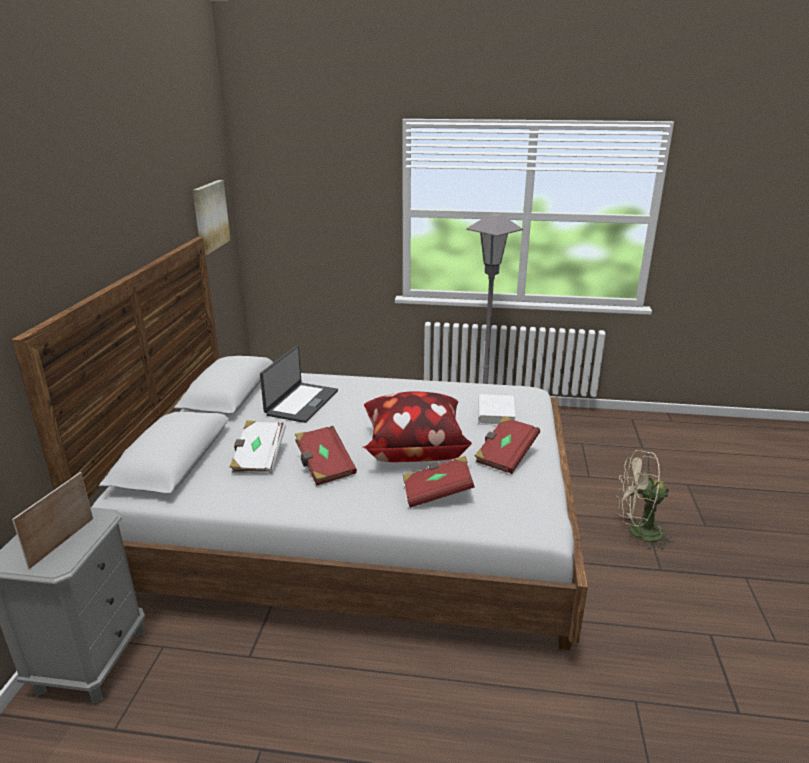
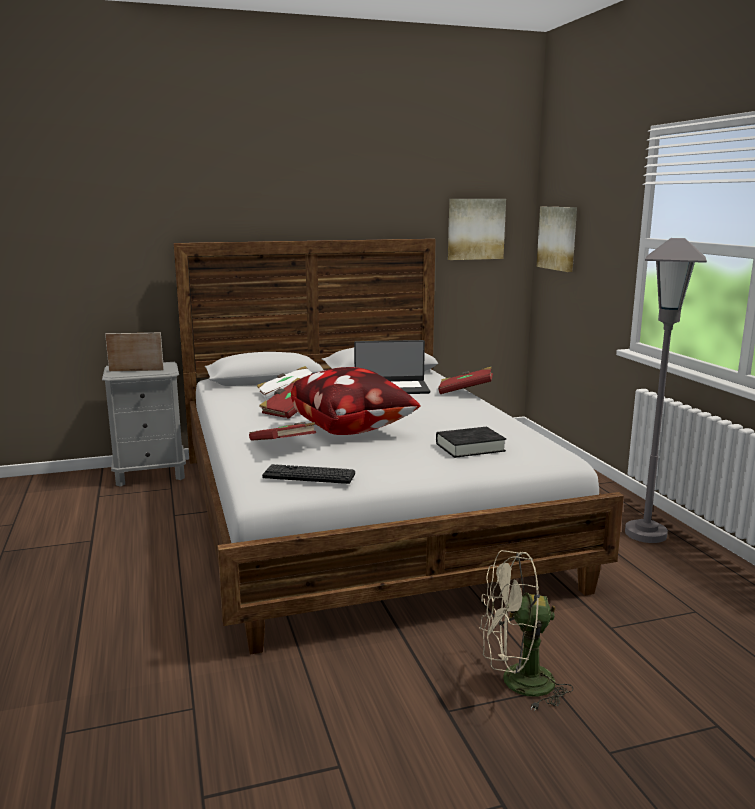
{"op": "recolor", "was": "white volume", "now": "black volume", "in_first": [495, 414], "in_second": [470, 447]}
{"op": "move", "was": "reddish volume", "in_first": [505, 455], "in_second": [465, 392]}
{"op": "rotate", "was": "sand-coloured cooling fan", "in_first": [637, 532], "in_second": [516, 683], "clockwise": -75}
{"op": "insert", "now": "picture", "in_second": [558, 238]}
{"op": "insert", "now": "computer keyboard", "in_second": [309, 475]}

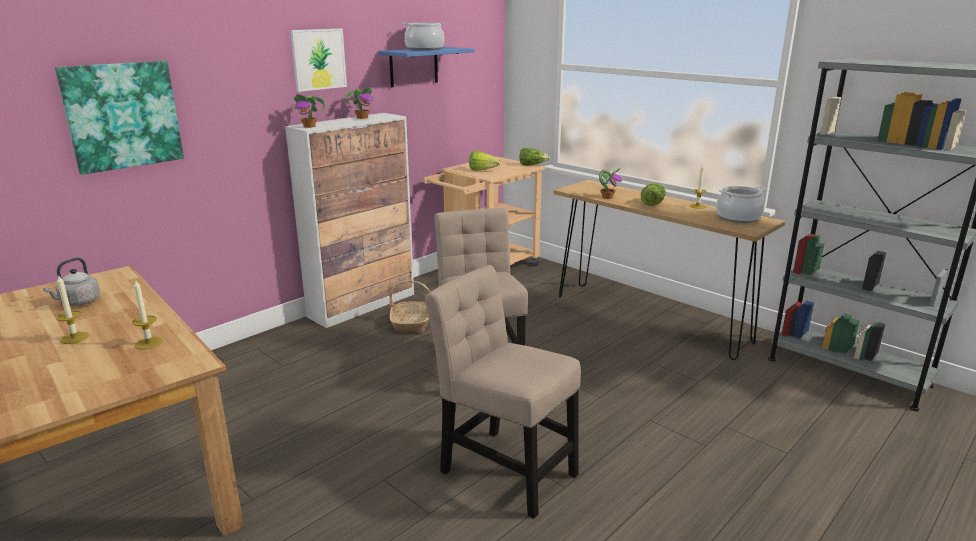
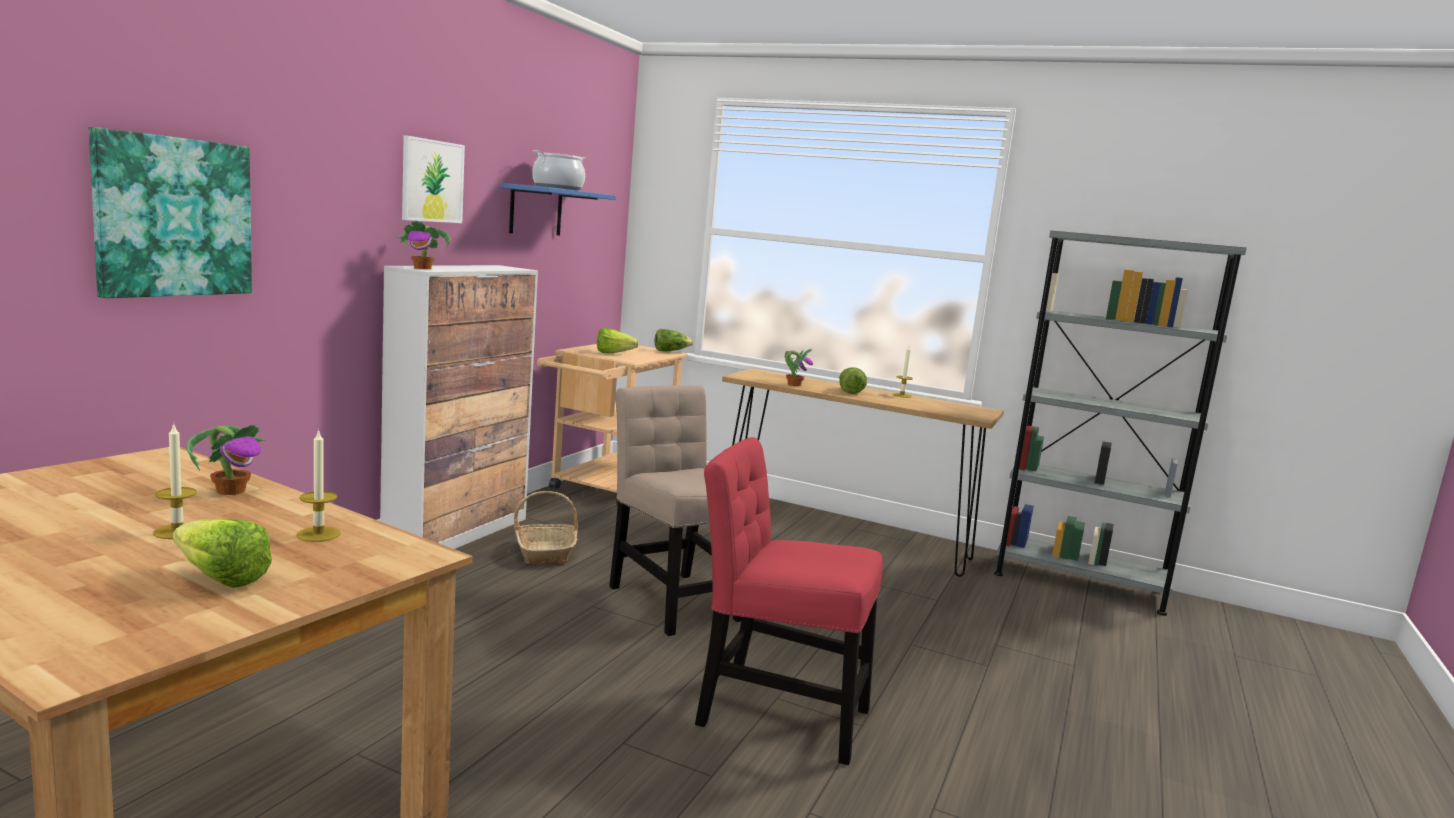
{"op": "move", "was": "houseplant", "in_first": [362, 117], "in_second": [231, 491]}
{"op": "delete", "was": "cooking pot", "in_first": [738, 217]}
{"op": "delete", "was": "gray kettle", "in_first": [78, 302]}
{"op": "recolor", "was": "sand-coloured plain chair", "now": "reddish plain chair", "in_first": [503, 469], "in_second": [774, 713]}
{"op": "insert", "now": "lettuce head", "in_second": [217, 576]}

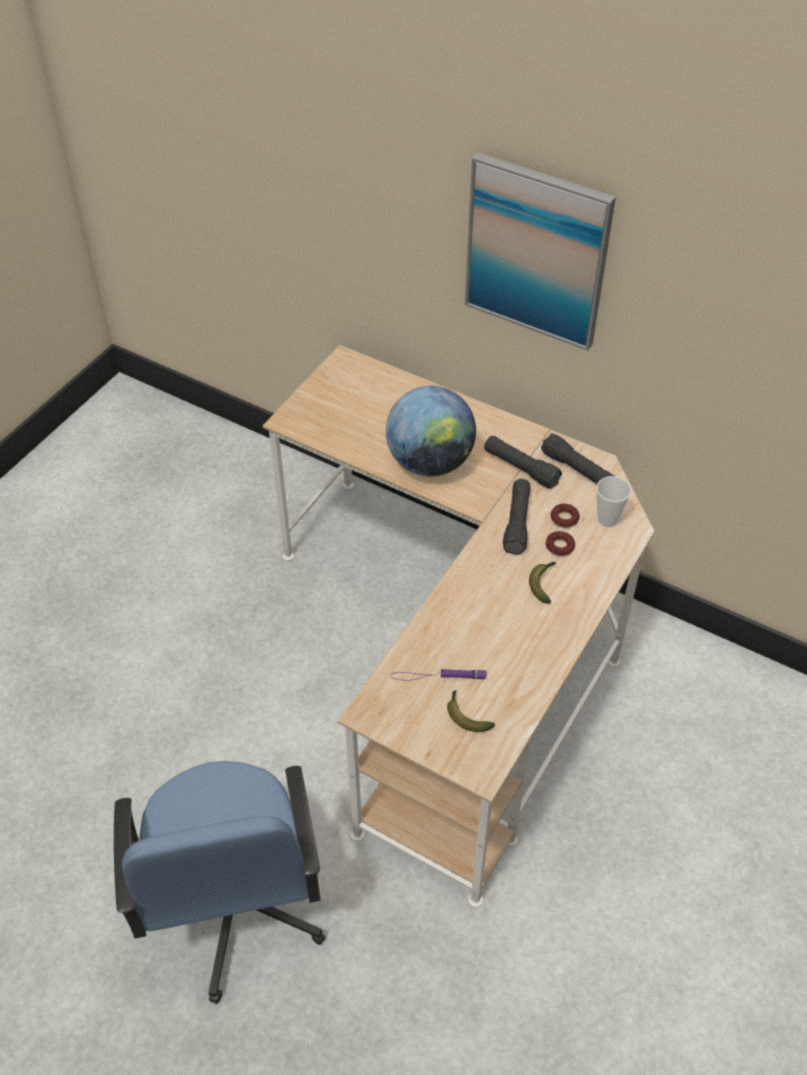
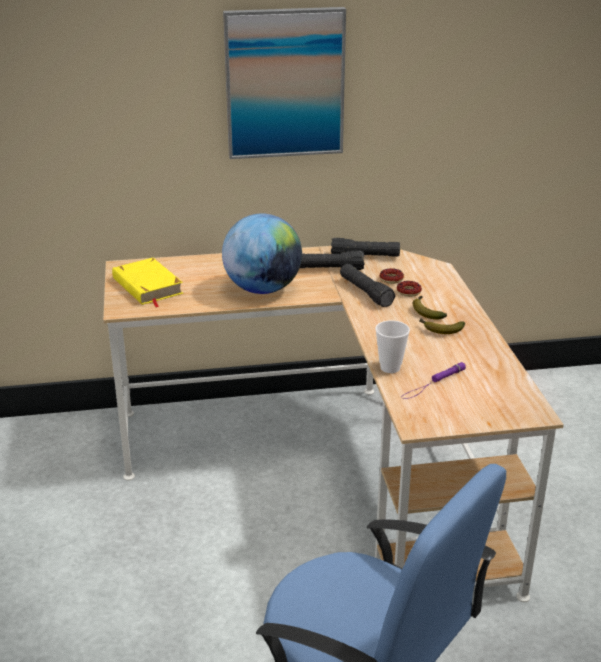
{"op": "move", "was": "small cup", "in_first": [607, 519], "in_second": [390, 368]}
{"op": "move", "was": "whole banana", "in_first": [466, 715], "in_second": [440, 329]}
{"op": "insert", "now": "yellowish volume", "in_second": [147, 286]}

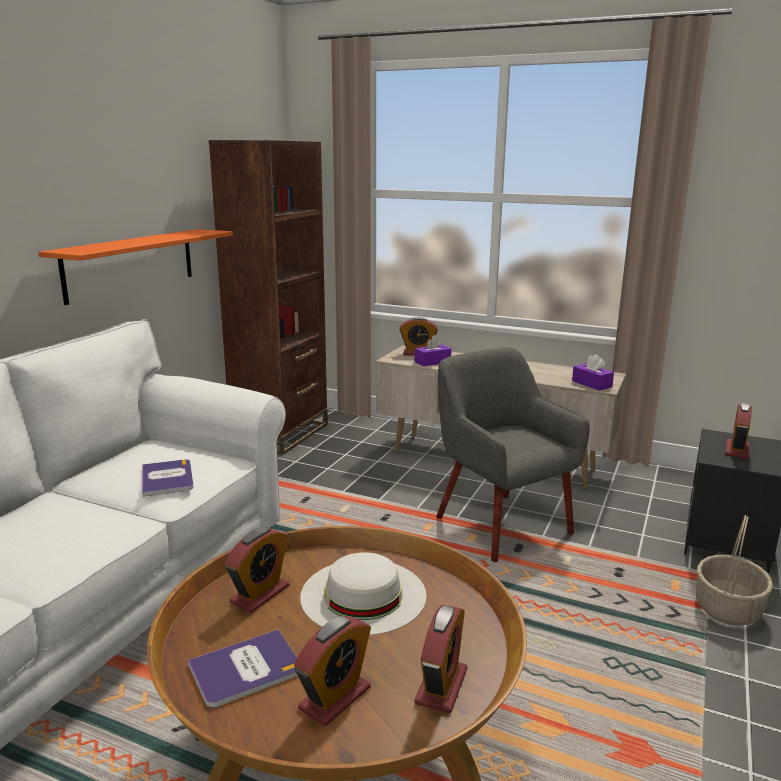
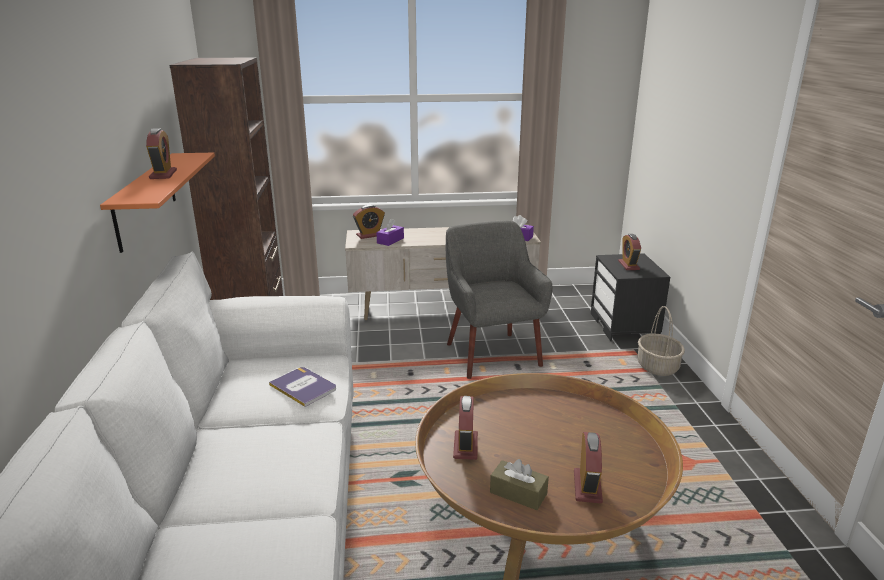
{"op": "rotate", "was": "gray easy chair", "in_first": [501, 525], "in_second": [491, 354], "clockwise": 45}
{"op": "delete", "was": "white wearable hat", "in_first": [363, 595]}
{"op": "move", "was": "table clock", "in_first": [441, 686], "in_second": [163, 174]}
{"op": "replace", "was": "volume", "now": "brown tissue box", "in_first": [246, 669], "in_second": [518, 493]}

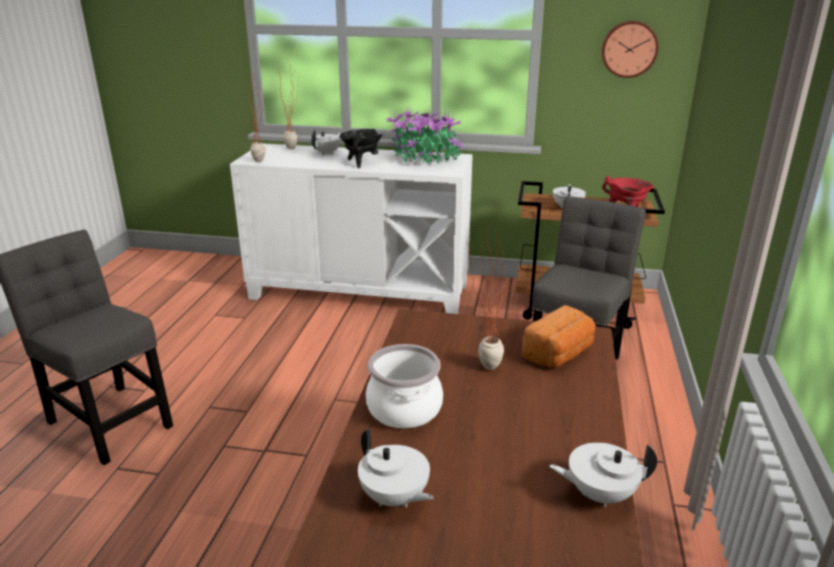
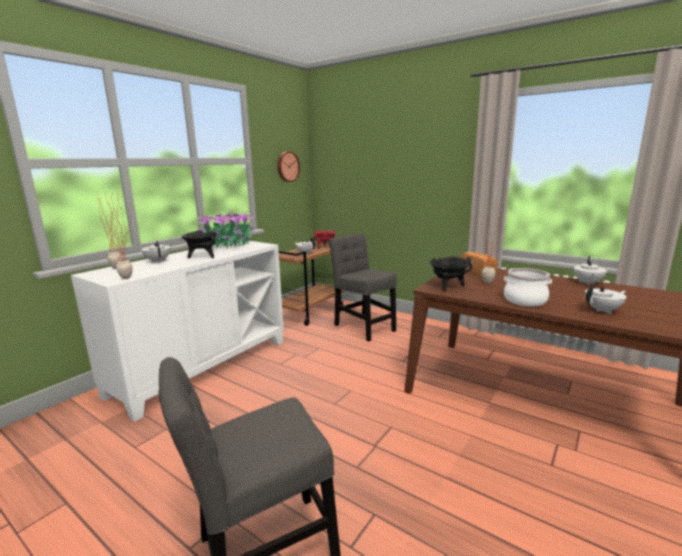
{"op": "insert", "now": "black cooking pot", "in_second": [448, 286]}

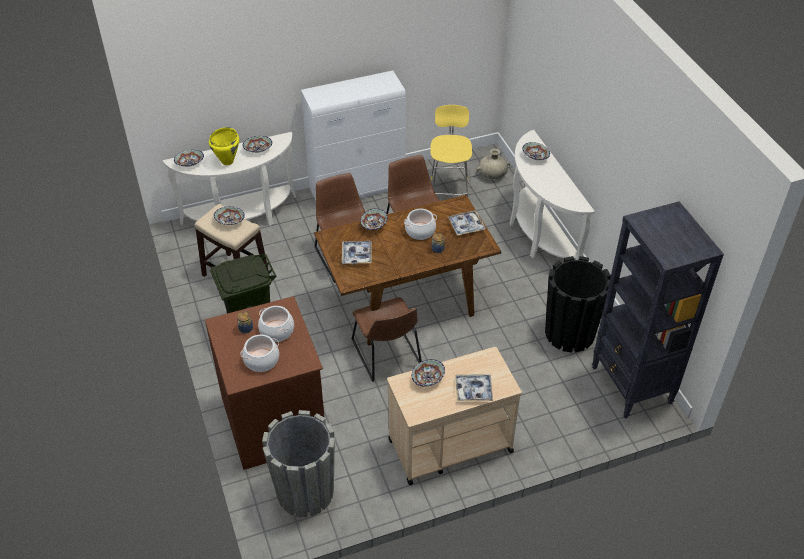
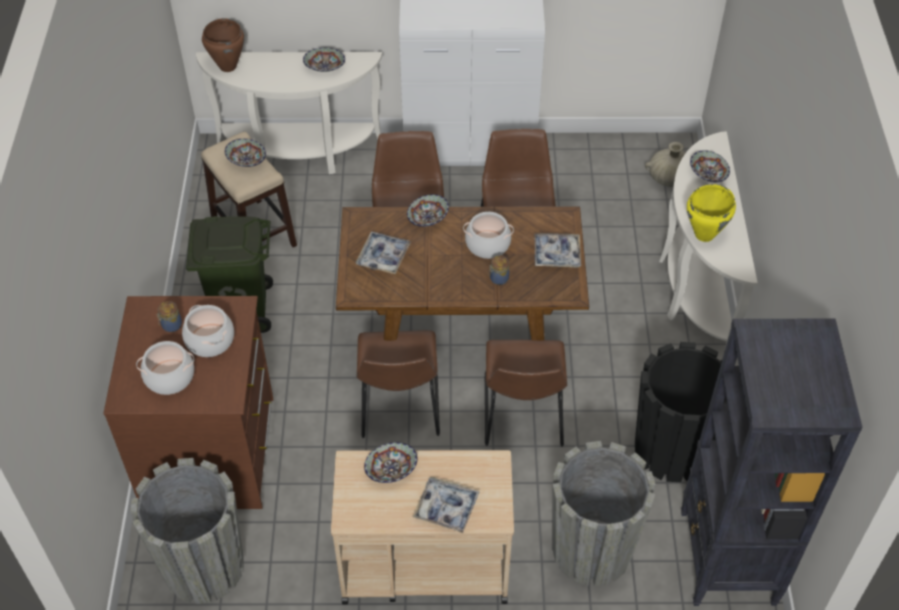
{"op": "delete", "was": "yellowish stool", "in_first": [449, 190]}
{"op": "move", "was": "yellowish cooking pot", "in_first": [227, 161], "in_second": [705, 235]}
{"op": "replace", "was": "bowl", "now": "brown cooking pot", "in_first": [190, 164], "in_second": [227, 67]}
{"op": "insert", "now": "brown plain chair", "in_second": [523, 415]}
{"op": "insert", "now": "gray plant pot", "in_second": [591, 550]}

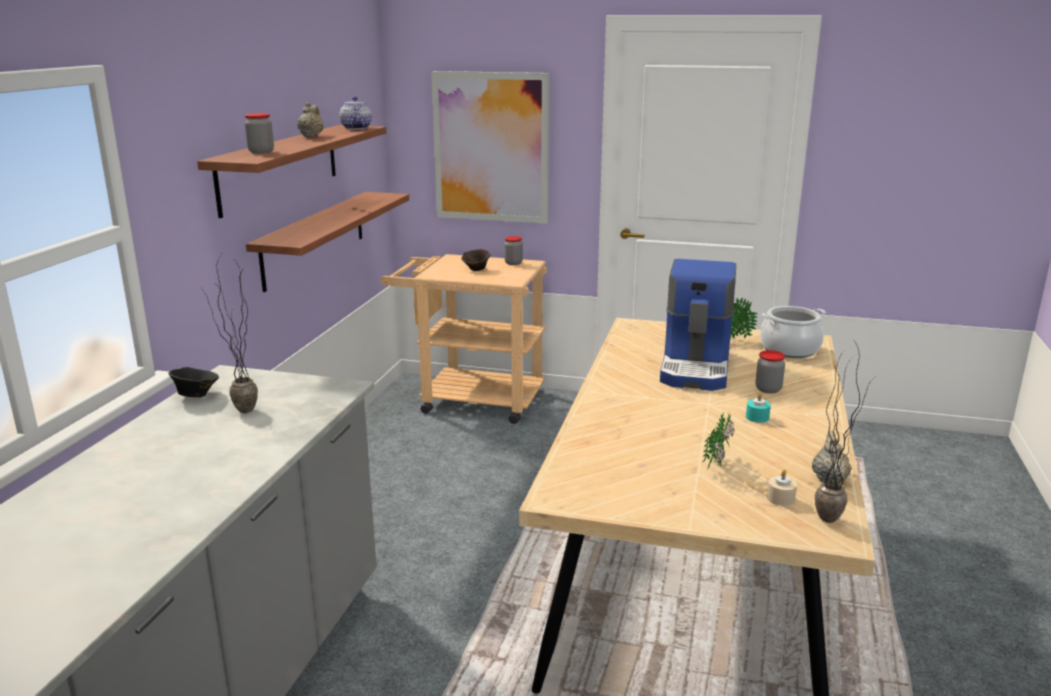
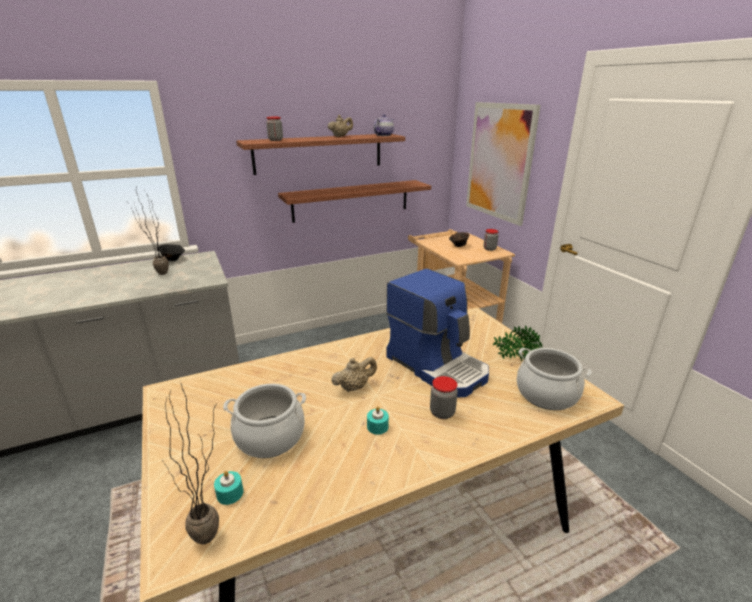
{"op": "rotate", "was": "coffee brewer", "in_first": [697, 367], "in_second": [437, 366], "clockwise": -105}
{"op": "replace", "was": "houseplant", "now": "cooking pot", "in_first": [716, 463], "in_second": [270, 436]}
{"op": "move", "was": "sand-coloured tea pot", "in_first": [829, 479], "in_second": [354, 387]}
{"op": "recolor", "was": "sand-coloured candle", "now": "turquoise candle", "in_first": [780, 498], "in_second": [230, 493]}

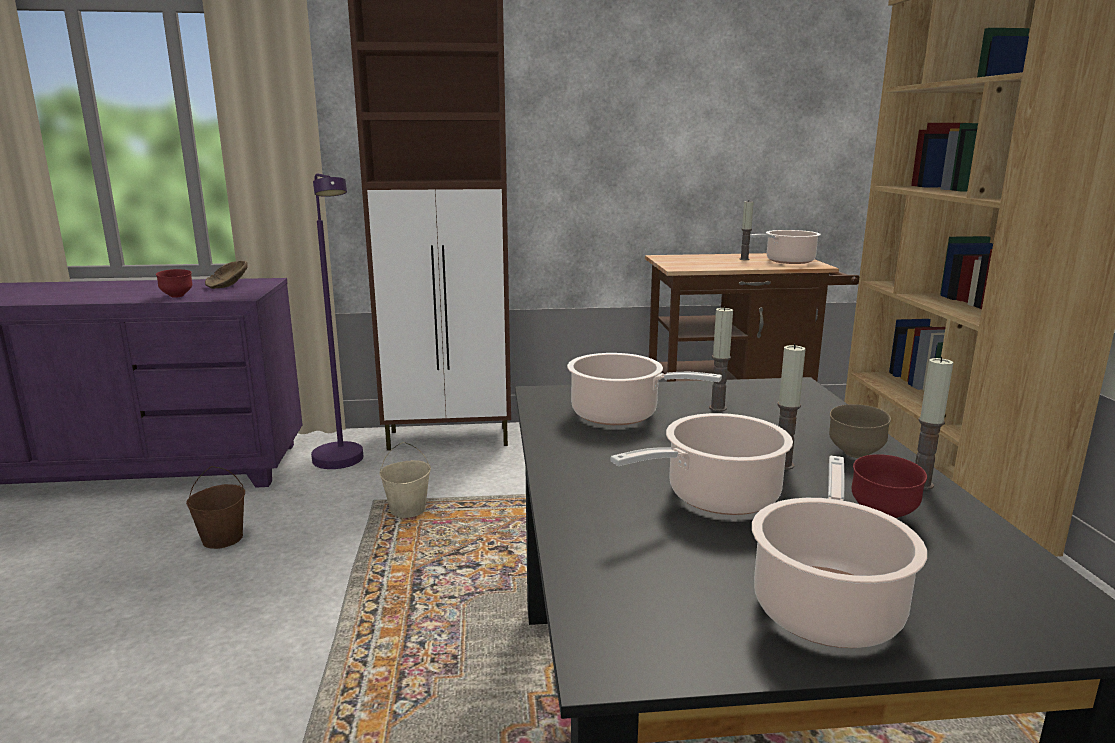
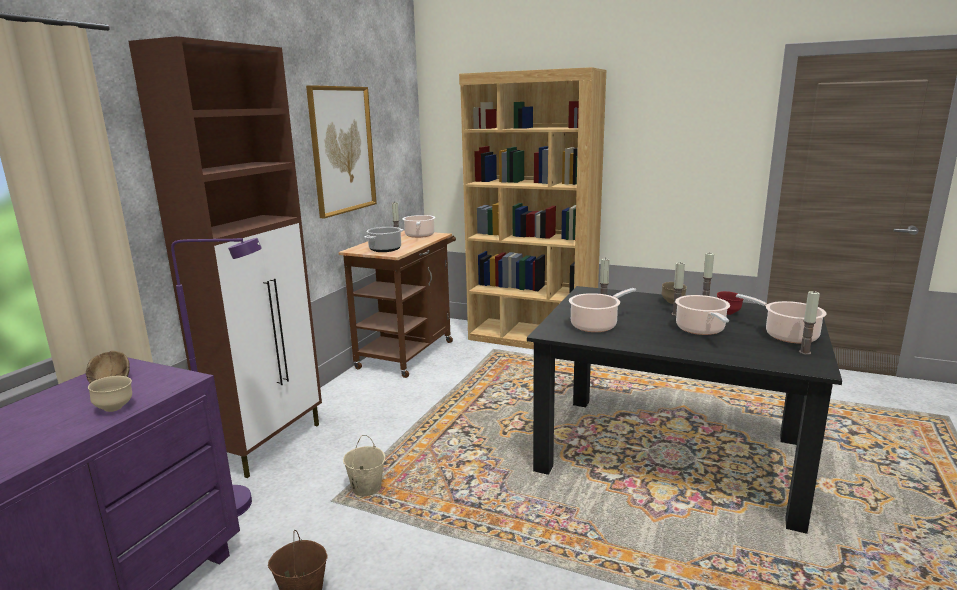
{"op": "recolor", "was": "reddish bowl", "now": "sand-coloured bowl", "in_first": [177, 296], "in_second": [115, 408]}
{"op": "insert", "now": "picture", "in_second": [342, 150]}
{"op": "insert", "now": "cooking pot", "in_second": [385, 249]}
{"op": "insert", "now": "candle", "in_second": [804, 352]}

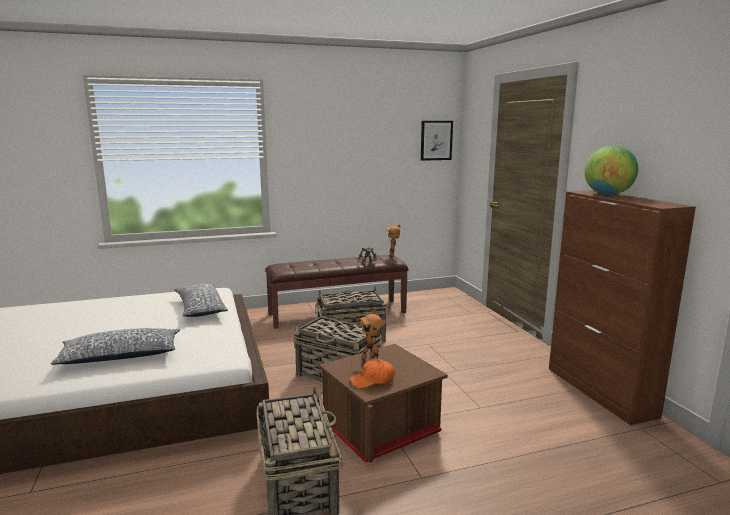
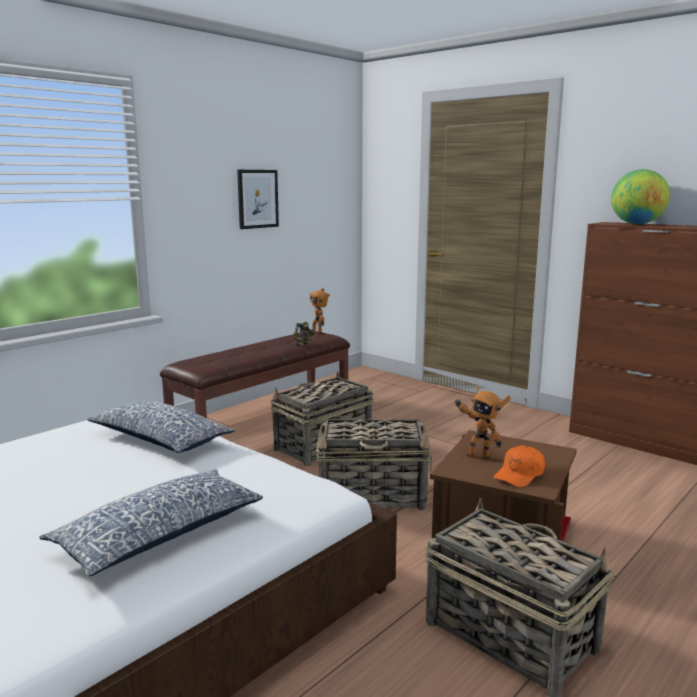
{"op": "move", "was": "picture", "in_first": [436, 140], "in_second": [257, 199]}

